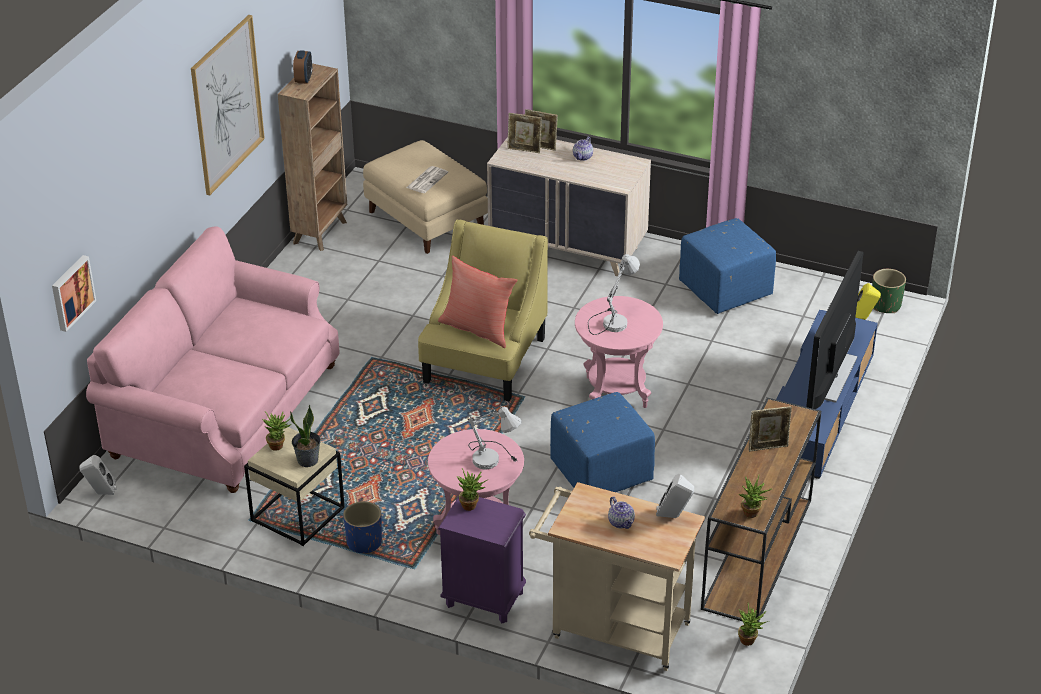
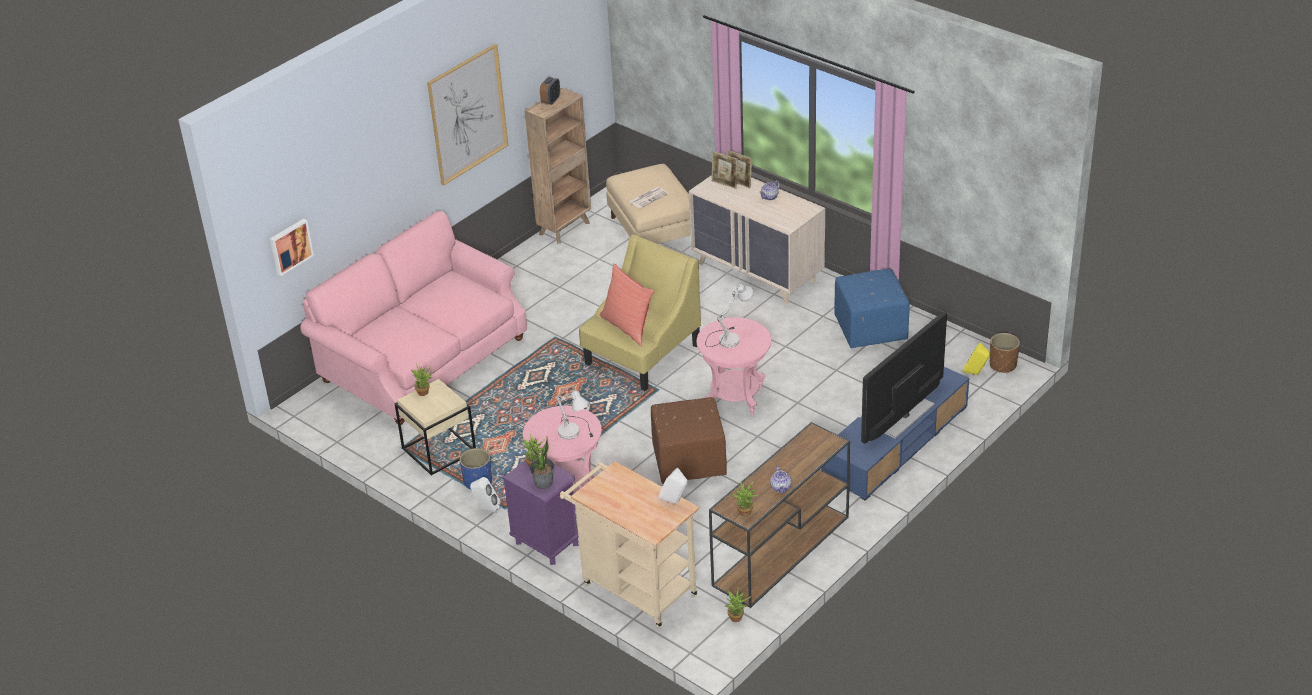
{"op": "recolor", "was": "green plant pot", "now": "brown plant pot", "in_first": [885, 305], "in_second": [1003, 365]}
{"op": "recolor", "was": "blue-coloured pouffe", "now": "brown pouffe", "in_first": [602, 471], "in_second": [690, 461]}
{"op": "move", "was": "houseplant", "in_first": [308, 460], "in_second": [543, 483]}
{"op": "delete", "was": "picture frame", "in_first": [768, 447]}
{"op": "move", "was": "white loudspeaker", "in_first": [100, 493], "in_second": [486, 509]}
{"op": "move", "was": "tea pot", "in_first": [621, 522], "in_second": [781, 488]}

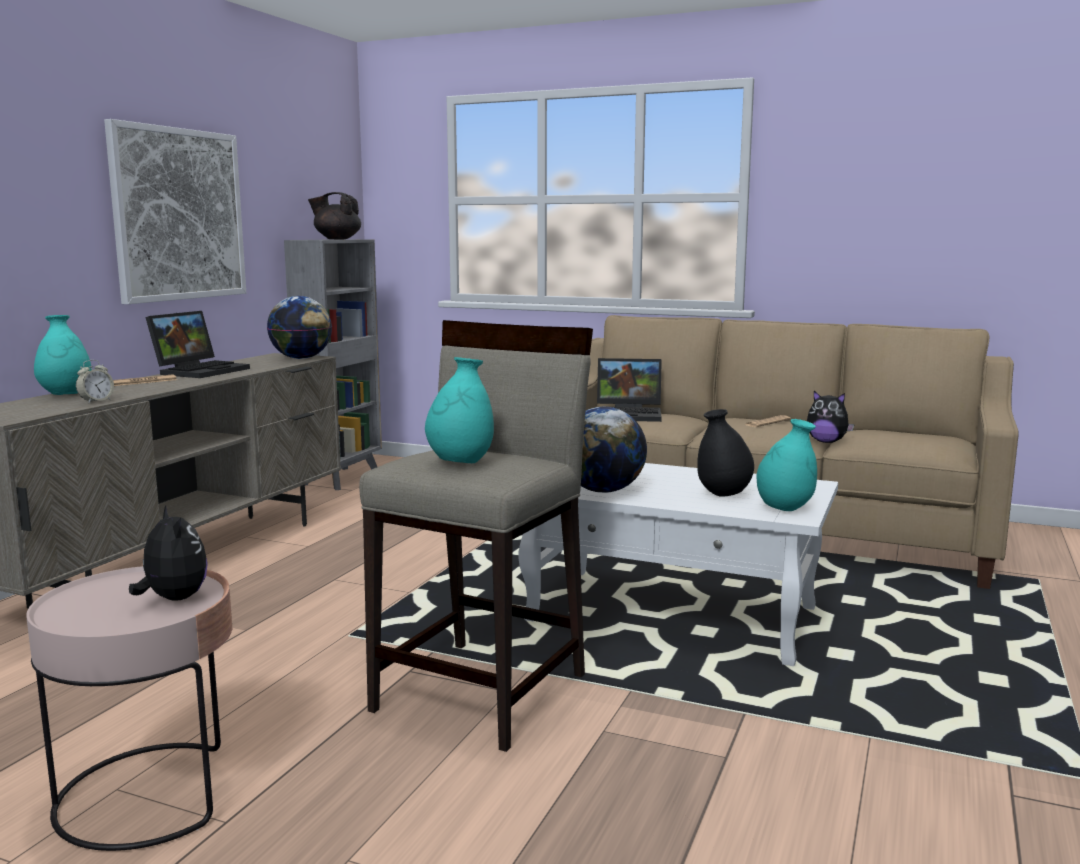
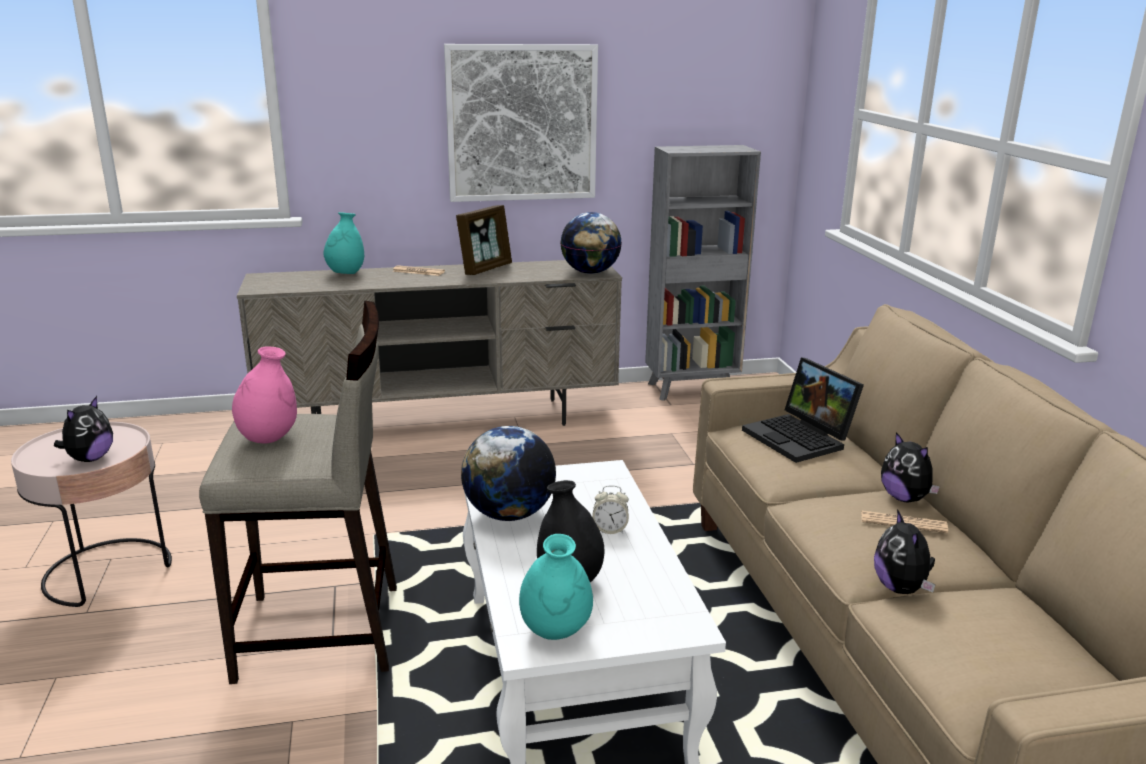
{"op": "delete", "was": "black tea pot", "in_first": [337, 239]}
{"op": "replace", "was": "portable computer", "now": "picture frame", "in_first": [201, 371], "in_second": [485, 268]}
{"op": "recolor", "was": "turquoise flower vase", "now": "pink-coloured flower vase", "in_first": [460, 463], "in_second": [268, 438]}
{"op": "move", "was": "table clock", "in_first": [96, 401], "in_second": [610, 530]}
{"op": "insert", "now": "cuddly toy", "in_second": [905, 498]}

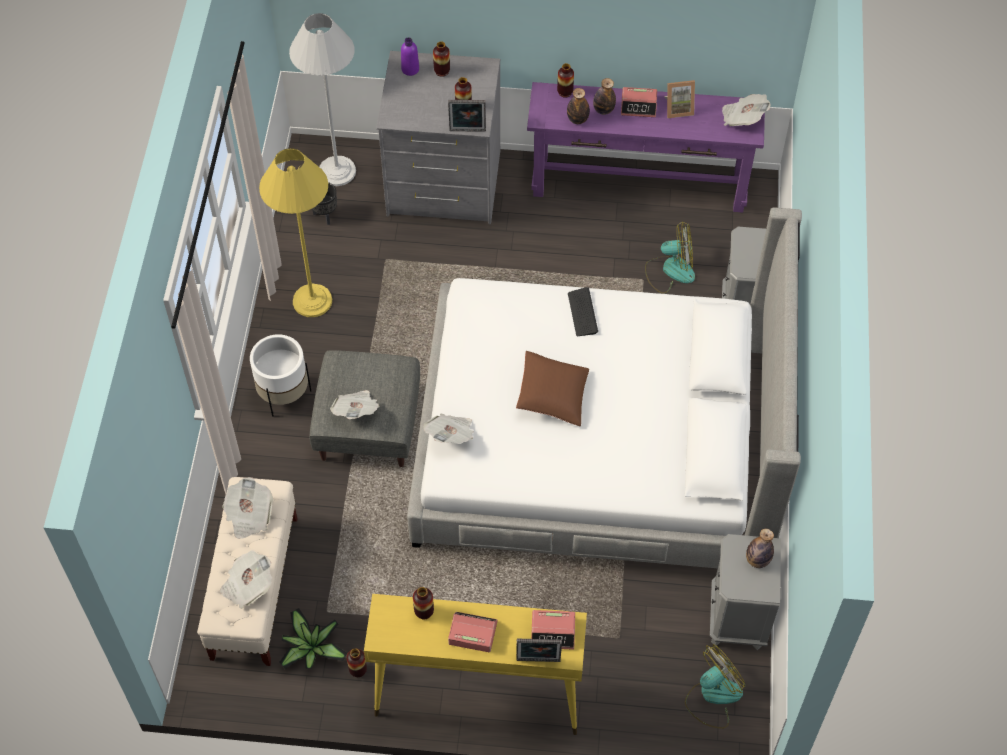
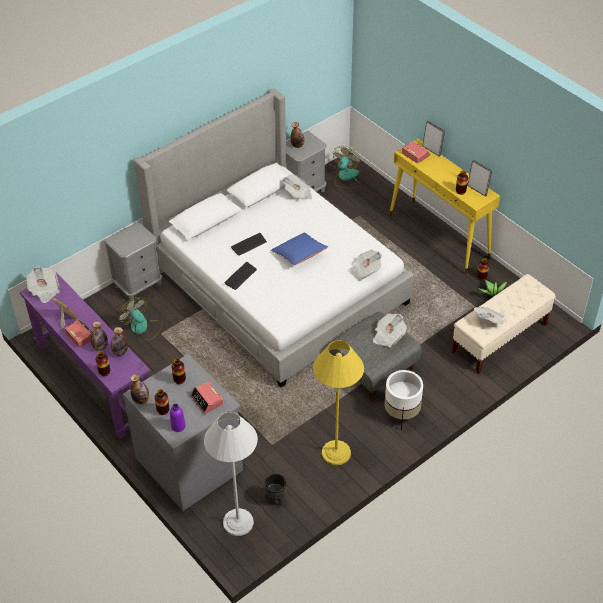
{"op": "move", "was": "picture frame", "in_first": [467, 132], "in_second": [477, 190]}
{"op": "recolor", "was": "brown throw pillow", "now": "blue-coloured throw pillow", "in_first": [552, 395], "in_second": [299, 254]}
{"op": "move", "was": "daily paper", "in_first": [247, 586], "in_second": [298, 193]}
{"op": "move", "was": "table clock", "in_first": [472, 633], "in_second": [207, 400]}
{"op": "rotate", "was": "cooling fan", "in_first": [713, 696], "in_second": [346, 177], "clockwise": 105}
{"op": "insert", "now": "computer keyboard", "in_second": [249, 245]}
{"op": "insert", "now": "bottle", "in_second": [141, 400]}

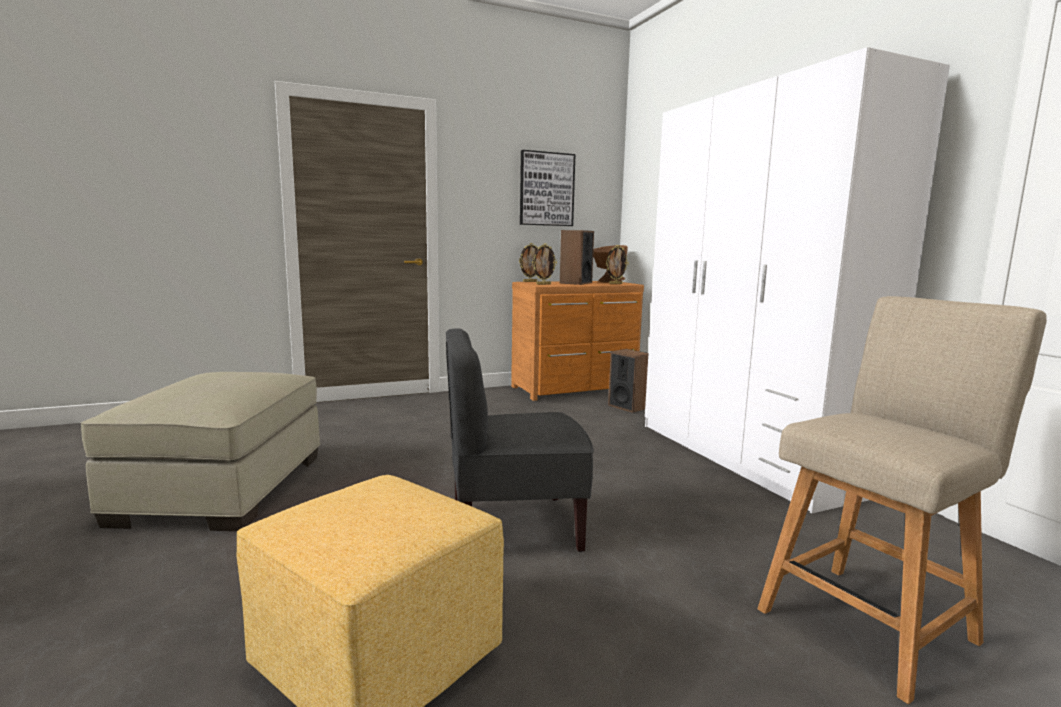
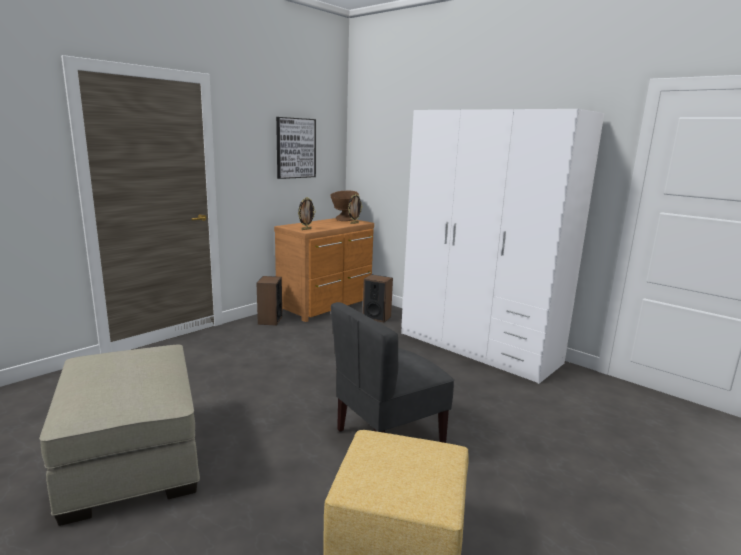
{"op": "move", "was": "loudspeaker", "in_first": [575, 283], "in_second": [270, 320]}
{"op": "delete", "was": "picture frame", "in_first": [530, 282]}
{"op": "delete", "was": "sand-coloured plain chair", "in_first": [871, 622]}

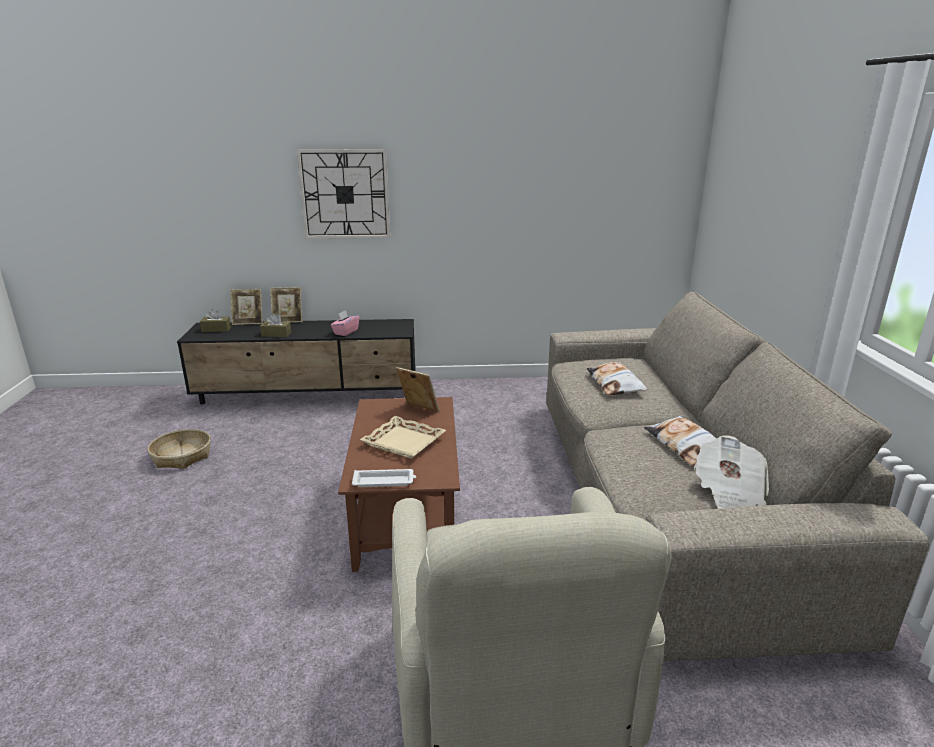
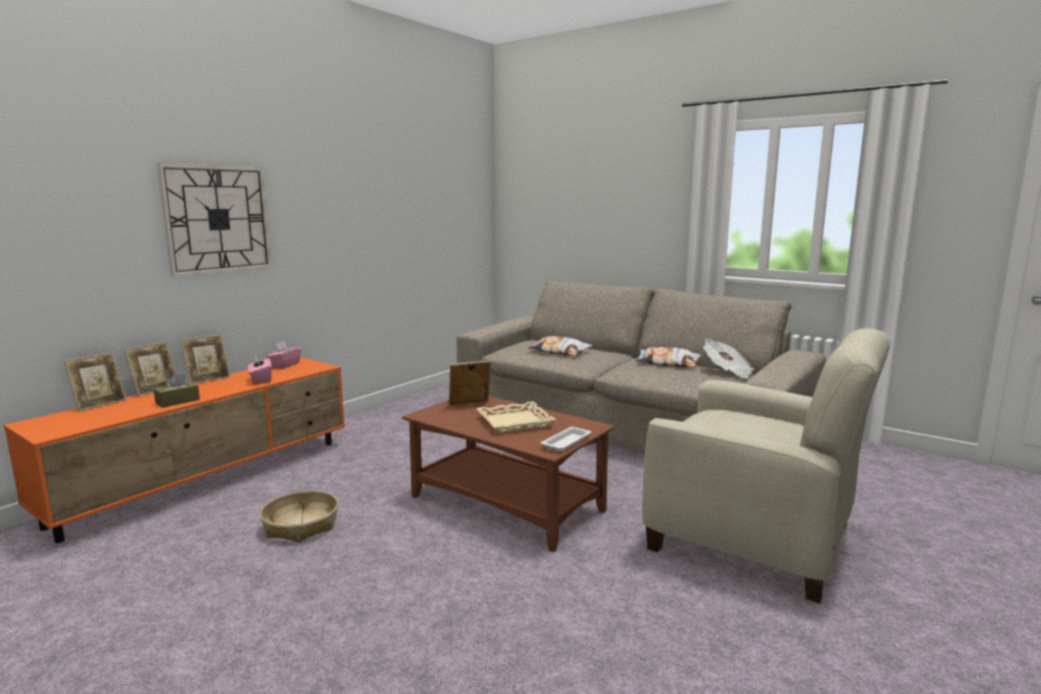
{"op": "delete", "was": "brown tissue box", "in_first": [216, 329]}
{"op": "recolor", "was": "black tv unit", "now": "orange-coloured tv unit", "in_first": [309, 395], "in_second": [210, 480]}
{"op": "move", "was": "household basket", "in_first": [182, 456], "in_second": [301, 525]}
{"op": "insert", "now": "picture frame", "in_second": [208, 379]}
{"op": "insert", "now": "pink-coloured tissue box", "in_second": [284, 365]}

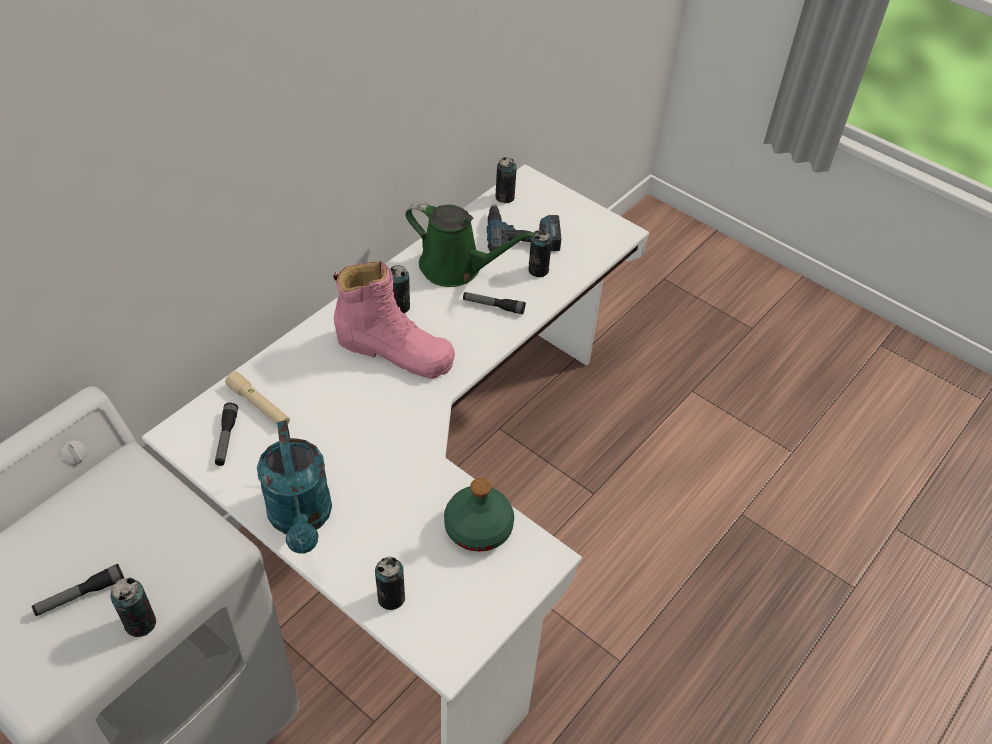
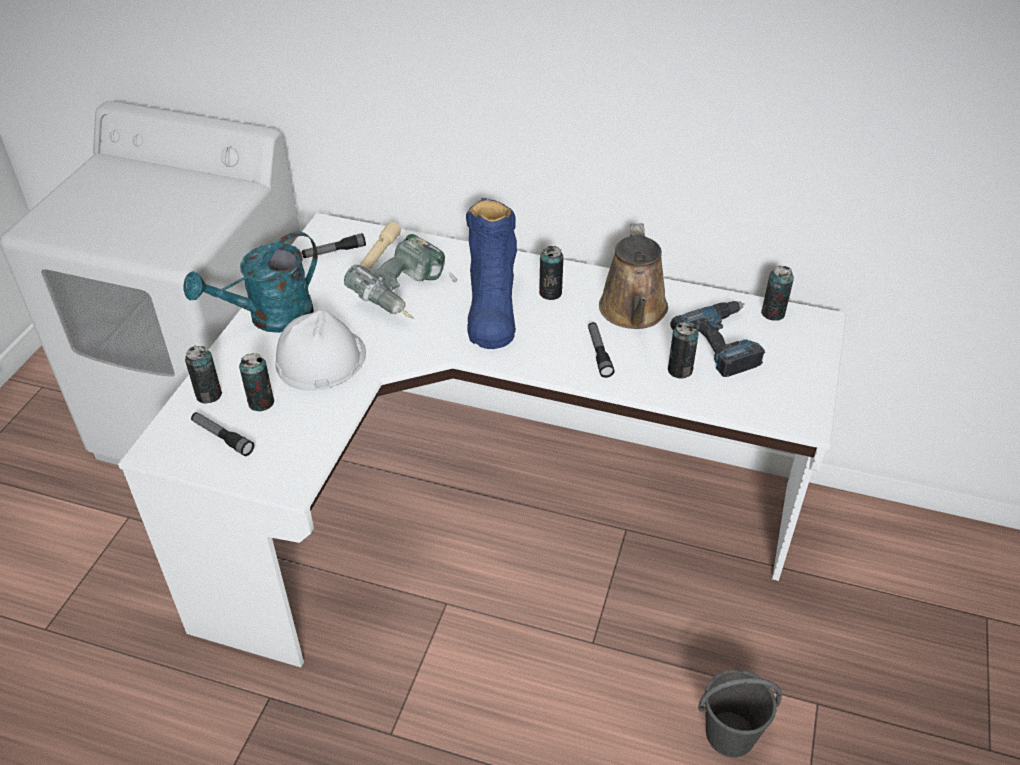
{"op": "recolor", "was": "green sprinkling can", "now": "brown sprinkling can", "in_first": [456, 268], "in_second": [633, 312]}
{"op": "recolor", "was": "pink-coloured tall boot", "now": "blue-coloured tall boot", "in_first": [395, 350], "in_second": [491, 308]}
{"op": "delete", "was": "green bottle", "in_first": [478, 527]}
{"op": "move", "was": "flashlight", "in_first": [80, 595], "in_second": [222, 438]}
{"op": "move", "was": "metal can", "in_first": [140, 623], "in_second": [261, 402]}
{"op": "insert", "now": "power drill", "in_second": [405, 296]}
{"op": "insert", "now": "white hard hat", "in_second": [320, 358]}
{"op": "insert", "now": "gray pail", "in_second": [729, 734]}

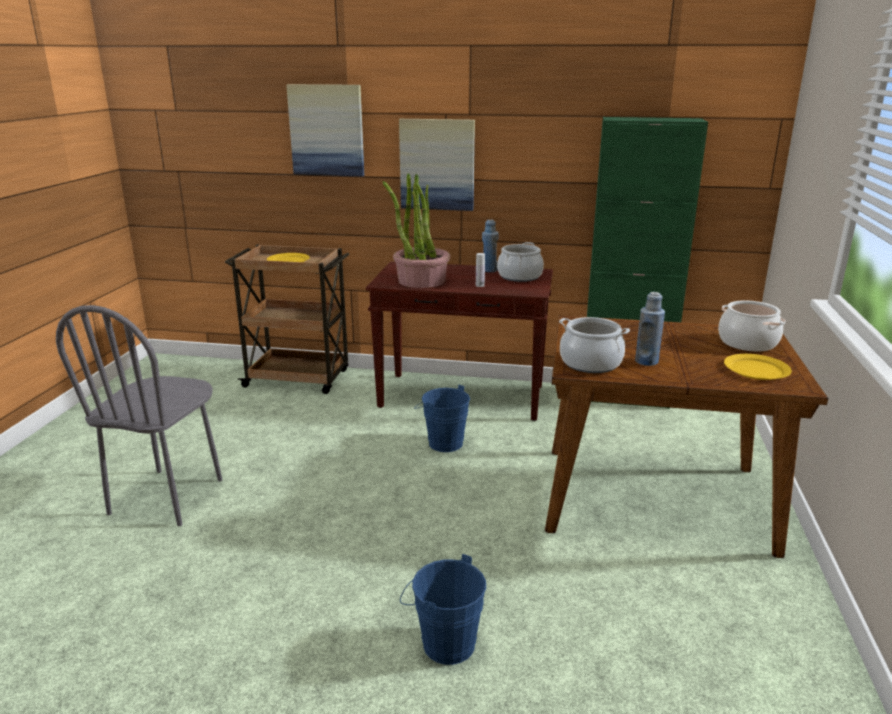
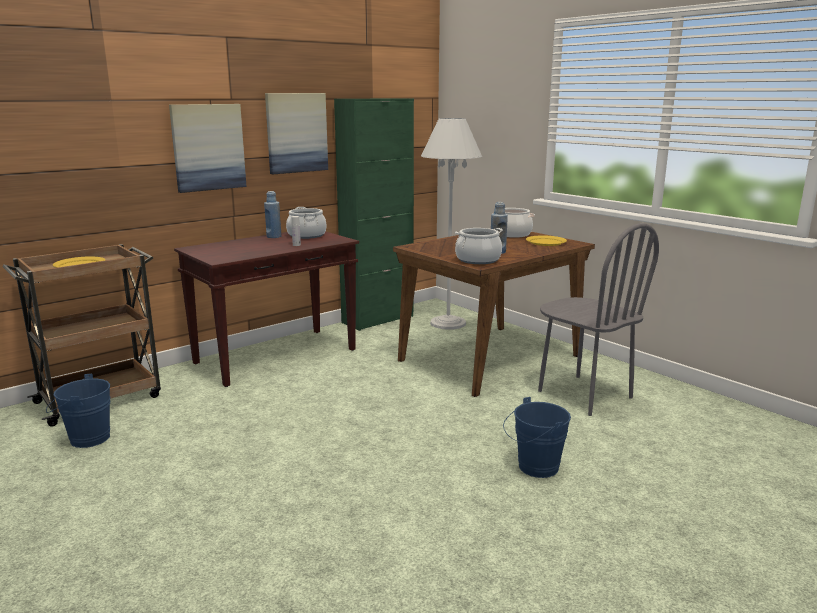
{"op": "move", "was": "picture", "in_first": [327, 130], "in_second": [296, 133]}
{"op": "delete", "was": "houseplant", "in_first": [421, 281]}
{"op": "move", "was": "gray plain chair", "in_first": [167, 496], "in_second": [584, 394]}
{"op": "move", "was": "blue-coloured pail", "in_first": [442, 442], "in_second": [85, 439]}
{"op": "insert", "now": "white standing lamp", "in_second": [448, 323]}

